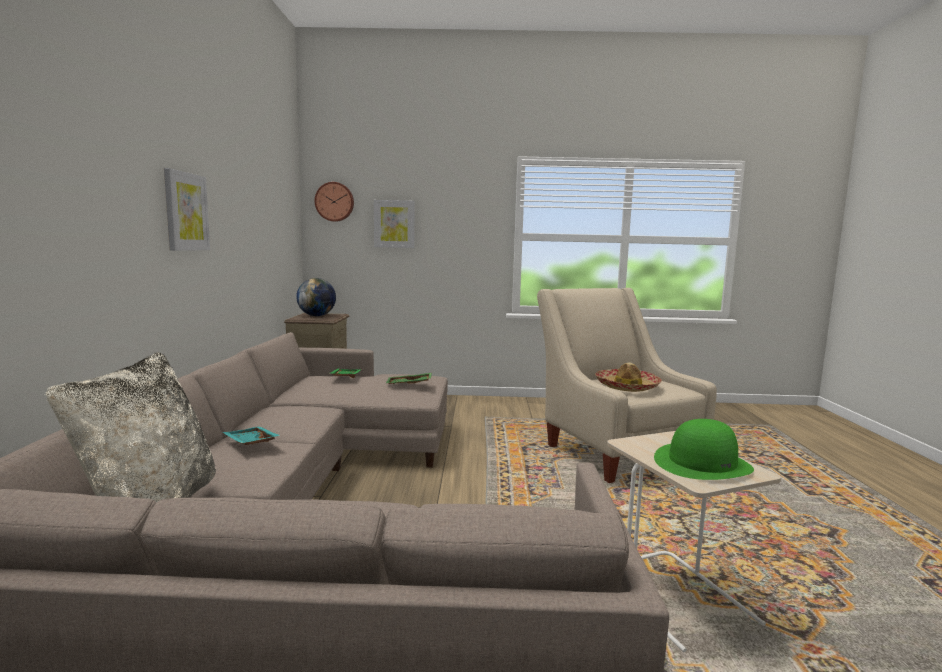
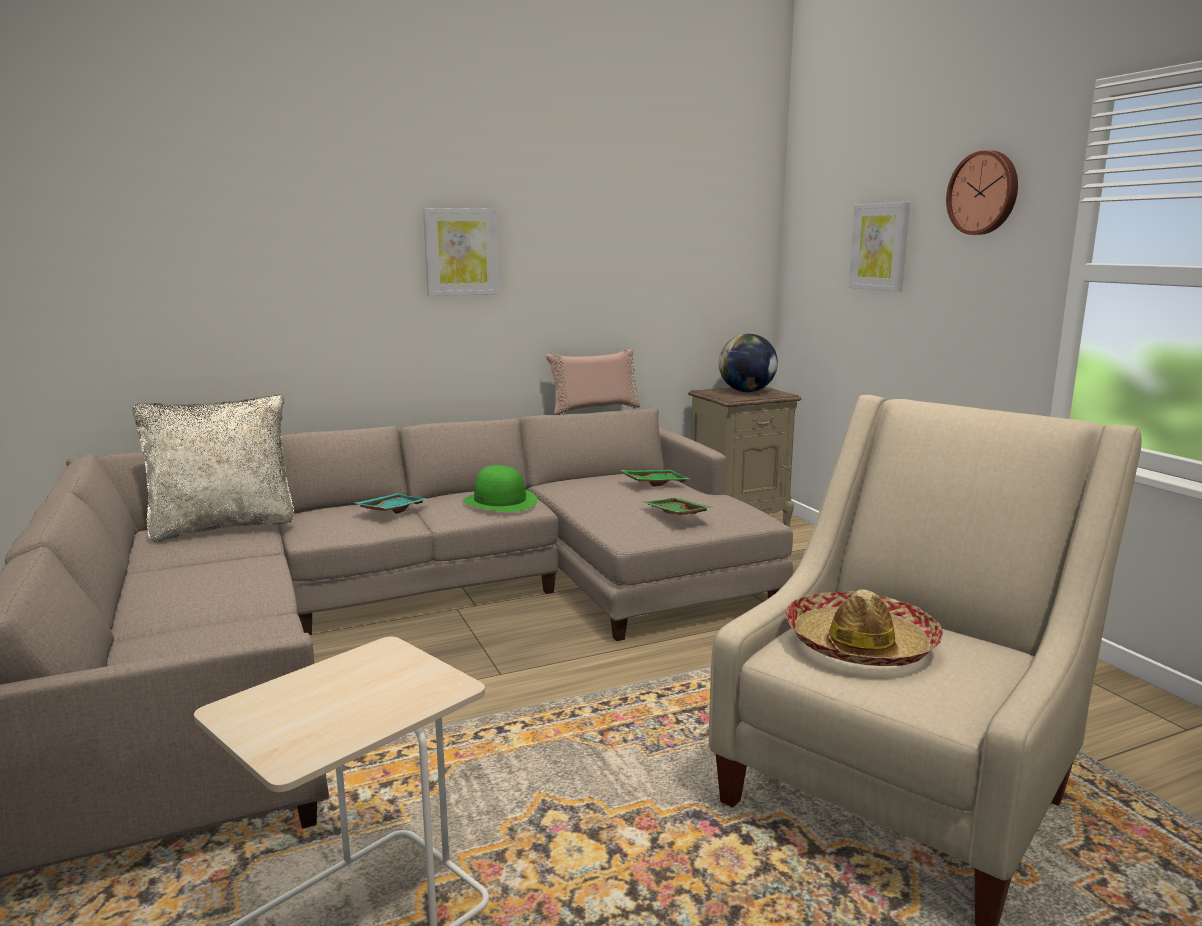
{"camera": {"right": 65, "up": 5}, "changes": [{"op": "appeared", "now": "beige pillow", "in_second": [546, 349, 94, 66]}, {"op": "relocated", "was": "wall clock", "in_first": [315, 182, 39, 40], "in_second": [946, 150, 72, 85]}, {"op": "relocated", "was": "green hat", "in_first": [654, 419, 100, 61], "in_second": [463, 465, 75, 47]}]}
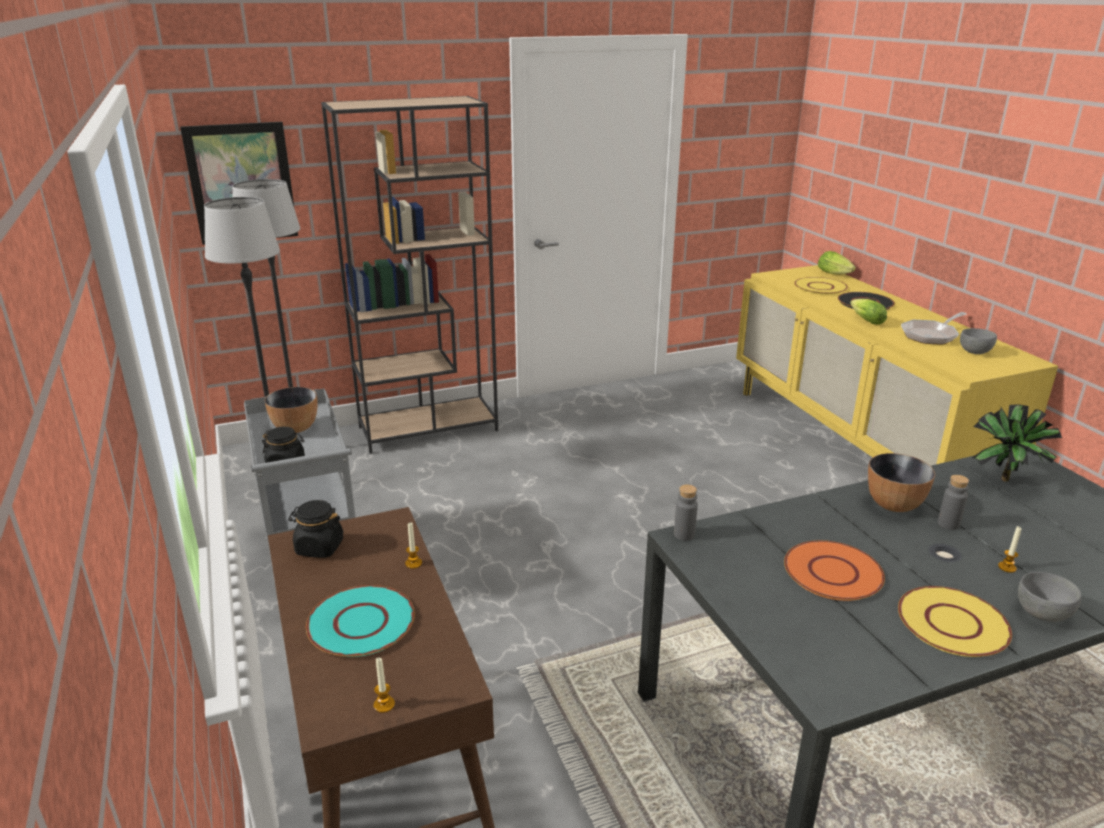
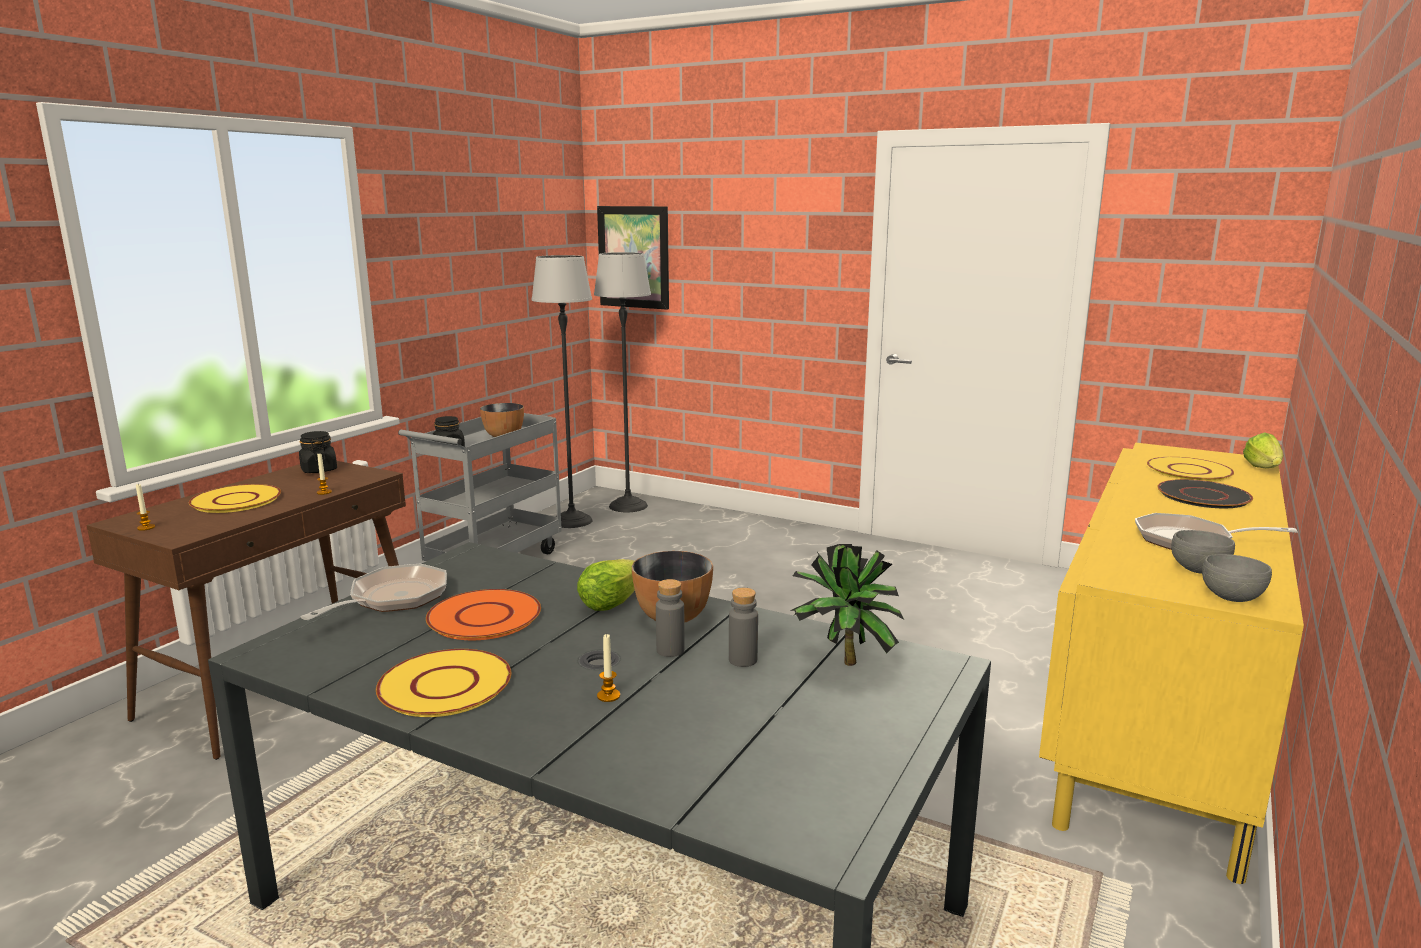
{"camera": {"right": 50, "up": -10}, "changes": [{"op": "missing", "was": "bookcase", "in_first": [321, 96, 177, 358]}, {"op": "appeared", "now": "frying pan", "in_second": [300, 564, 147, 56]}, {"op": "relocated", "was": "grey bottle", "in_first": [674, 484, 24, 57], "in_second": [729, 588, 29, 79]}, {"op": "relocated", "was": "lettuce", "in_first": [850, 299, 37, 25], "in_second": [577, 559, 58, 52]}, {"op": "relocated", "was": "grey bowl", "in_first": [1018, 572, 64, 50], "in_second": [1202, 554, 70, 48]}, {"op": "colour", "was": "turquoise plate", "now": "yellow plate", "in_first": [306, 585, 109, 72], "in_second": [189, 484, 92, 29]}]}
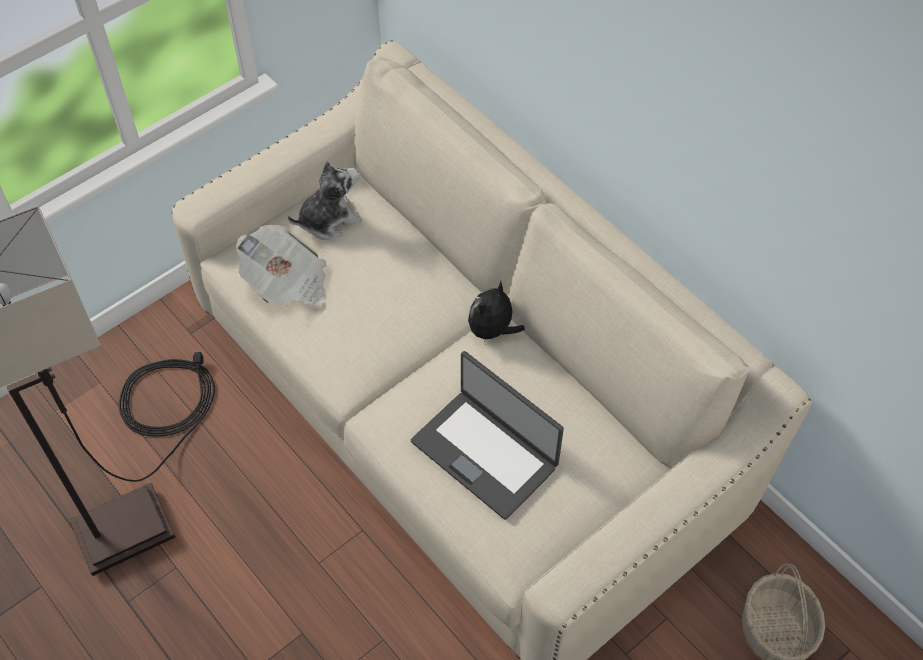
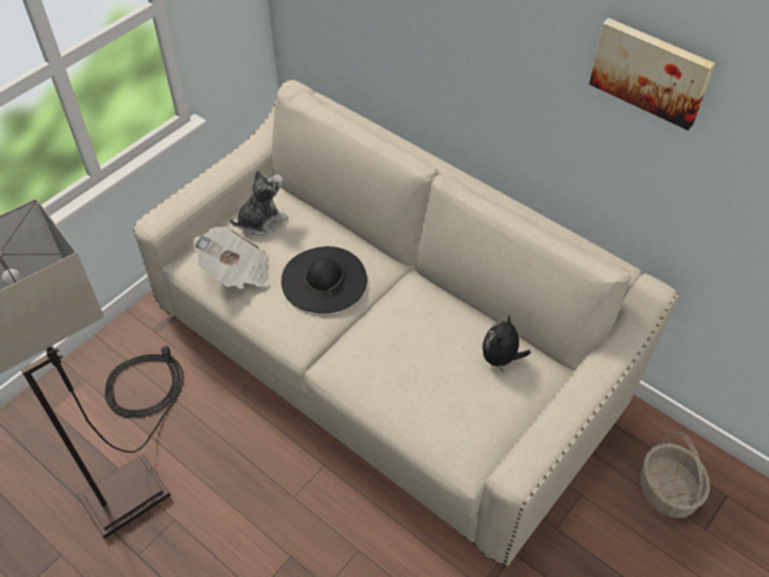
{"camera": {"right": -10, "up": -5}, "changes": [{"op": "missing", "was": "laptop", "in_first": [411, 351, 153, 169]}, {"op": "appeared", "now": "black hat", "in_second": [281, 246, 86, 67]}, {"op": "appeared", "now": "picture", "in_second": [589, 18, 126, 112]}, {"op": "relocated", "was": "plush toy", "in_first": [468, 281, 57, 64], "in_second": [482, 315, 49, 57]}]}
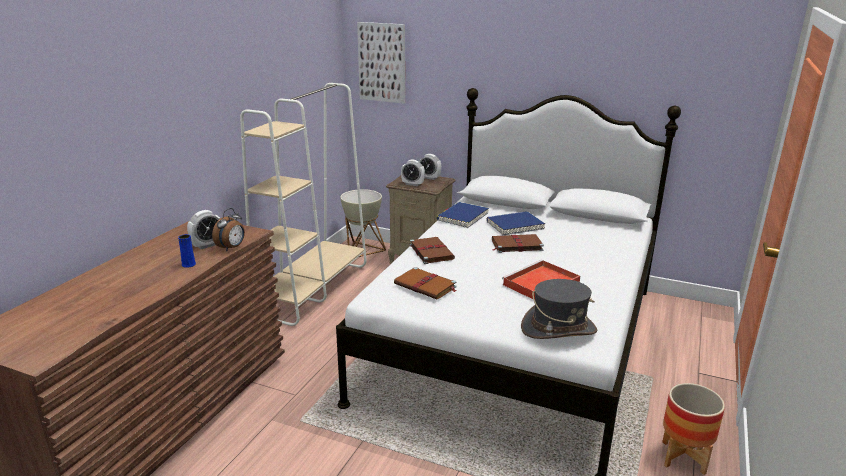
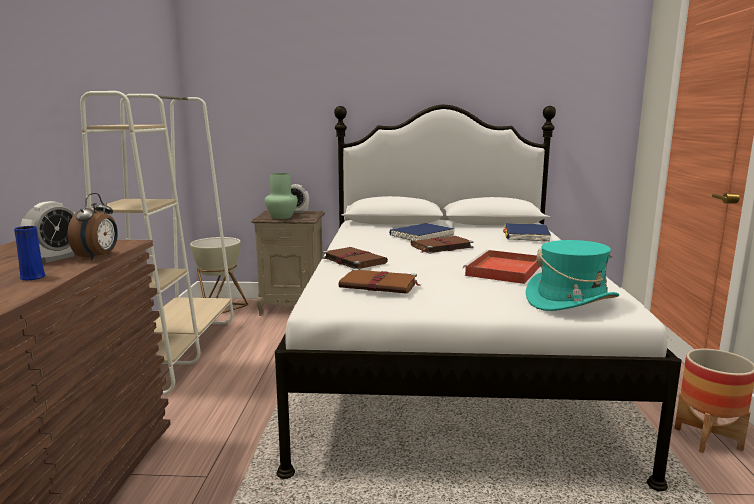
{"camera": {"right": -20, "up": -10}, "changes": [{"op": "missing", "was": "picture", "in_first": [357, 22, 48, 82]}, {"op": "relocated", "was": "blue book", "in_first": [437, 202, 52, 26], "in_second": [503, 223, 48, 19]}, {"op": "exchanged", "was": "alarm clock", "now": "green vase", "in_first": [401, 159, 24, 27], "in_second": [265, 173, 33, 46]}, {"op": "colour", "was": "grey hat", "now": "turquoise hat", "in_first": [521, 279, 76, 60], "in_second": [526, 240, 93, 71]}]}
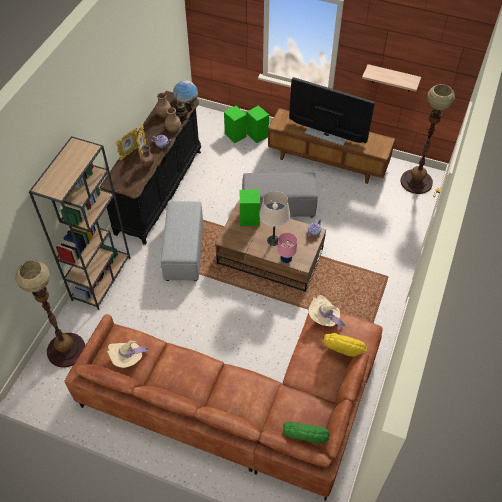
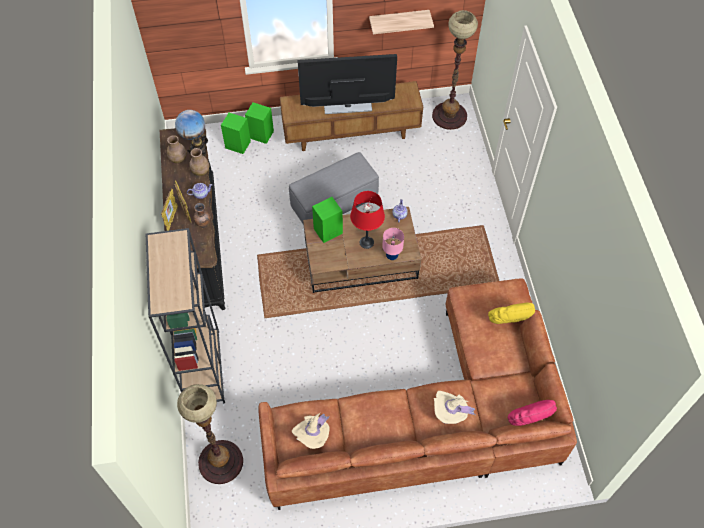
{"camera": {"right": -30, "up": 5}, "changes": [{"op": "missing", "was": "grey ottoman", "in_first": [160, 201, 43, 80]}, {"op": "relocated", "was": "beige hat", "in_first": [308, 295, 37, 34], "in_second": [434, 391, 42, 33]}, {"op": "colour", "was": "beige table lamp", "now": "red table lamp", "in_first": [259, 191, 31, 55], "in_second": [350, 191, 35, 58]}, {"op": "colour", "was": "green pillow", "now": "pink pillow", "in_first": [283, 422, 47, 22], "in_second": [508, 400, 49, 26]}]}
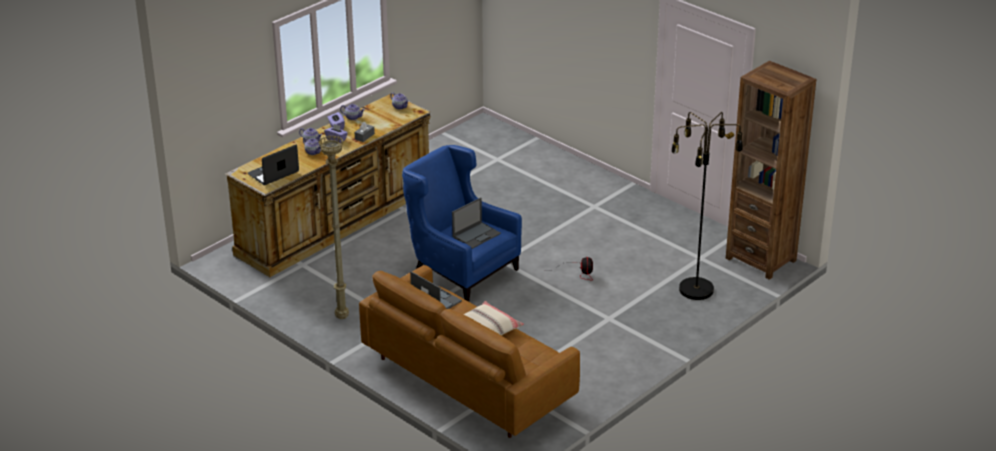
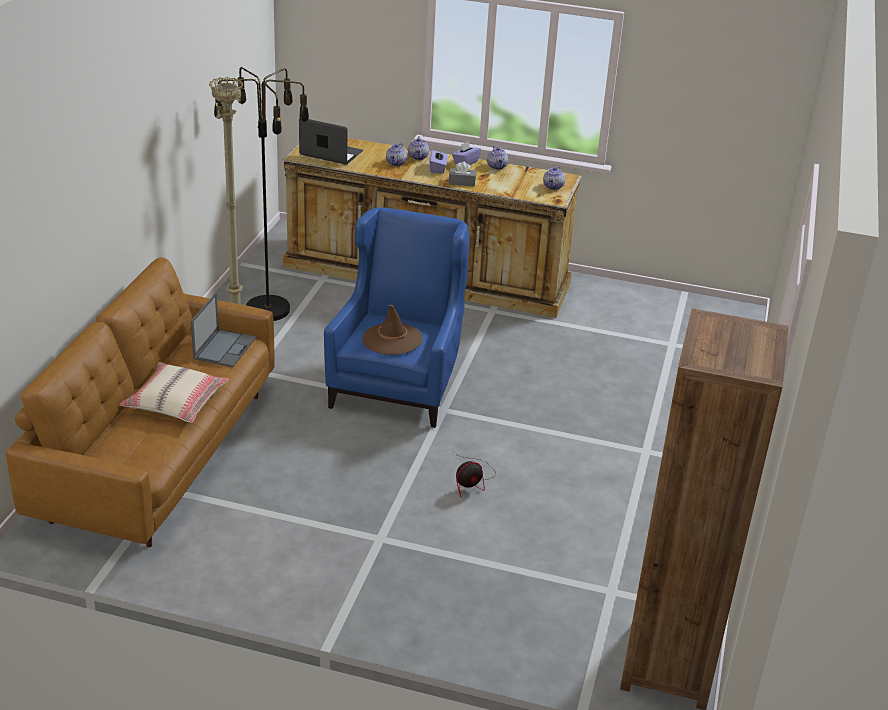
{"camera": {"right": 60, "up": 0}, "changes": [{"op": "relocated", "was": "floor lamp", "in_first": [672, 112, 71, 188], "in_second": [214, 67, 95, 254]}, {"op": "exchanged", "was": "laptop", "now": "brown hat", "in_first": [452, 197, 49, 52], "in_second": [362, 305, 61, 50]}]}
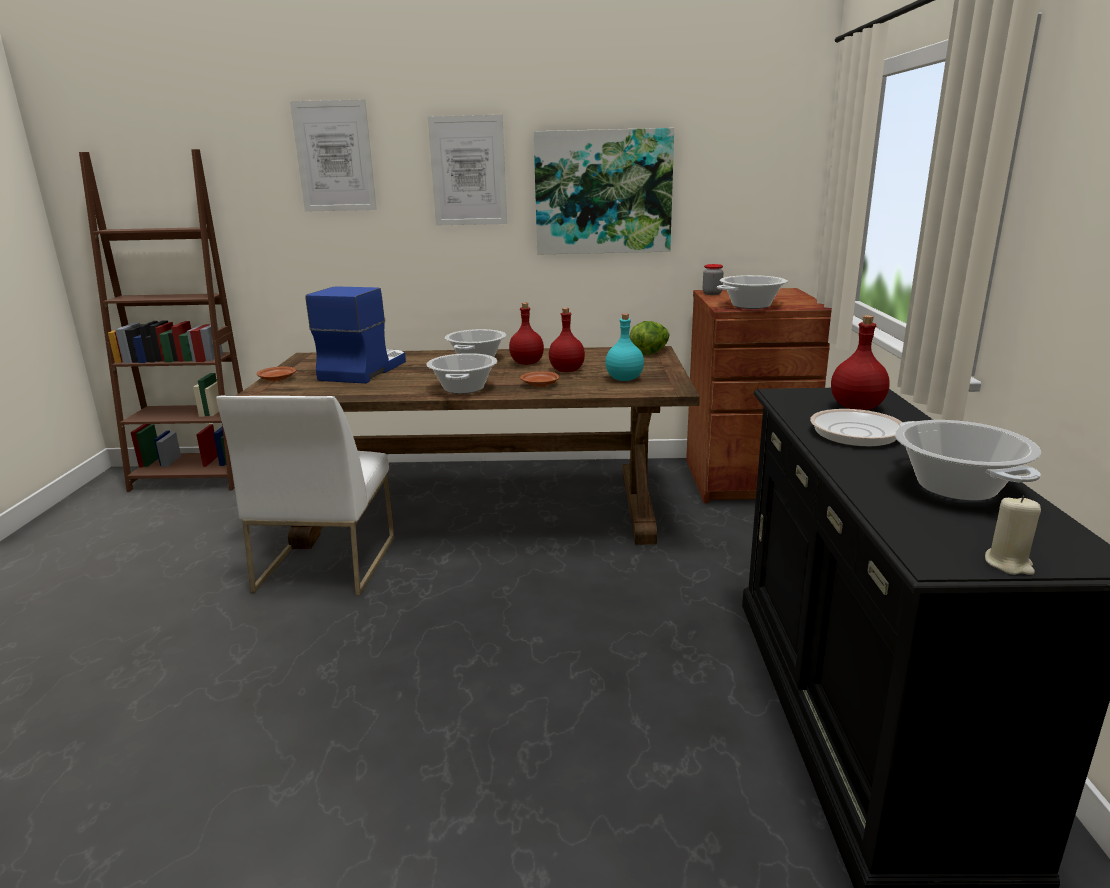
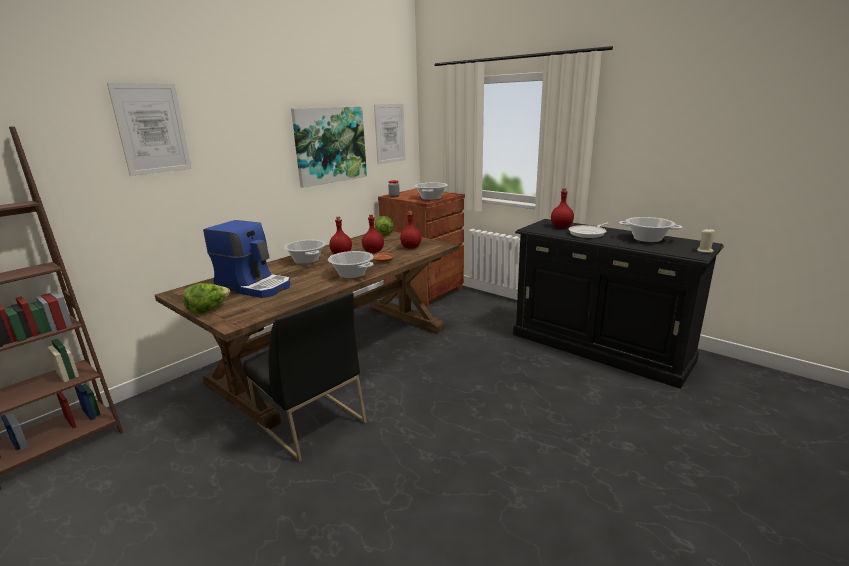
{"camera": {"right": -50, "up": 0}, "changes": [{"op": "relocated", "was": "picture", "in_first": [428, 115, 79, 110], "in_second": [374, 104, 32, 60]}, {"op": "exchanged", "was": "brown plate", "now": "lettuce", "in_first": [257, 367, 39, 15], "in_second": [183, 283, 47, 31]}, {"op": "colour", "was": "white chair", "now": "black chair", "in_first": [216, 395, 179, 201], "in_second": [243, 292, 124, 170]}, {"op": "colour", "was": "turquoise bottle", "now": "red bottle", "in_first": [605, 313, 39, 68], "in_second": [400, 211, 22, 38]}, {"op": "spun", "was": "coffee machine", "in_first": [305, 286, 101, 98], "in_second": [203, 220, 87, 78], "clockwise": 150}]}
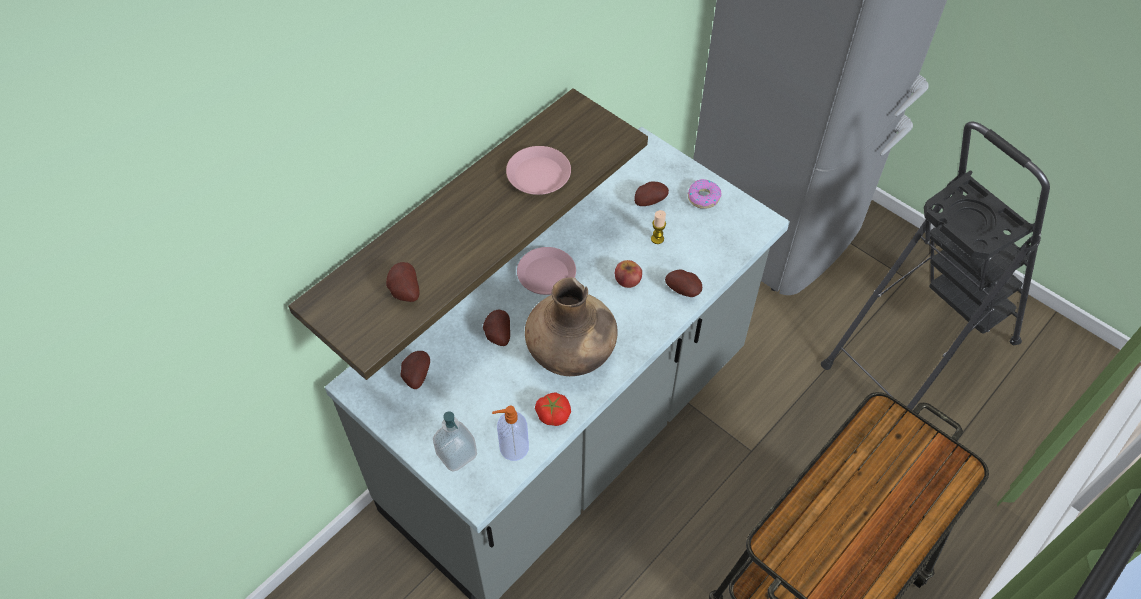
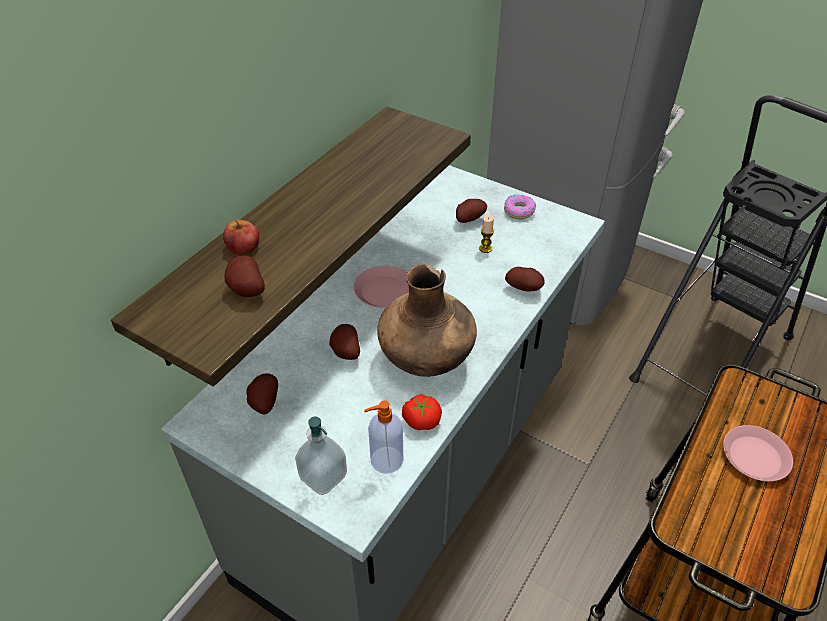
{"camera": {"right": -10, "up": -10}, "changes": [{"op": "relocated", "was": "pink plate", "in_first": [506, 146, 65, 49], "in_second": [723, 425, 70, 57]}, {"op": "relocated", "was": "apple", "in_first": [615, 260, 27, 28], "in_second": [223, 220, 36, 35]}]}
